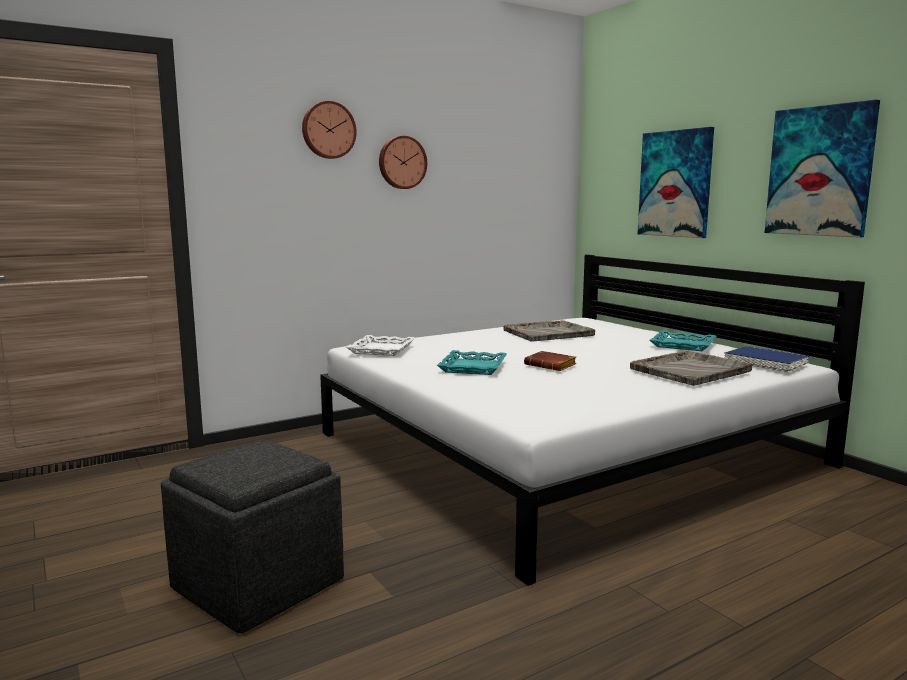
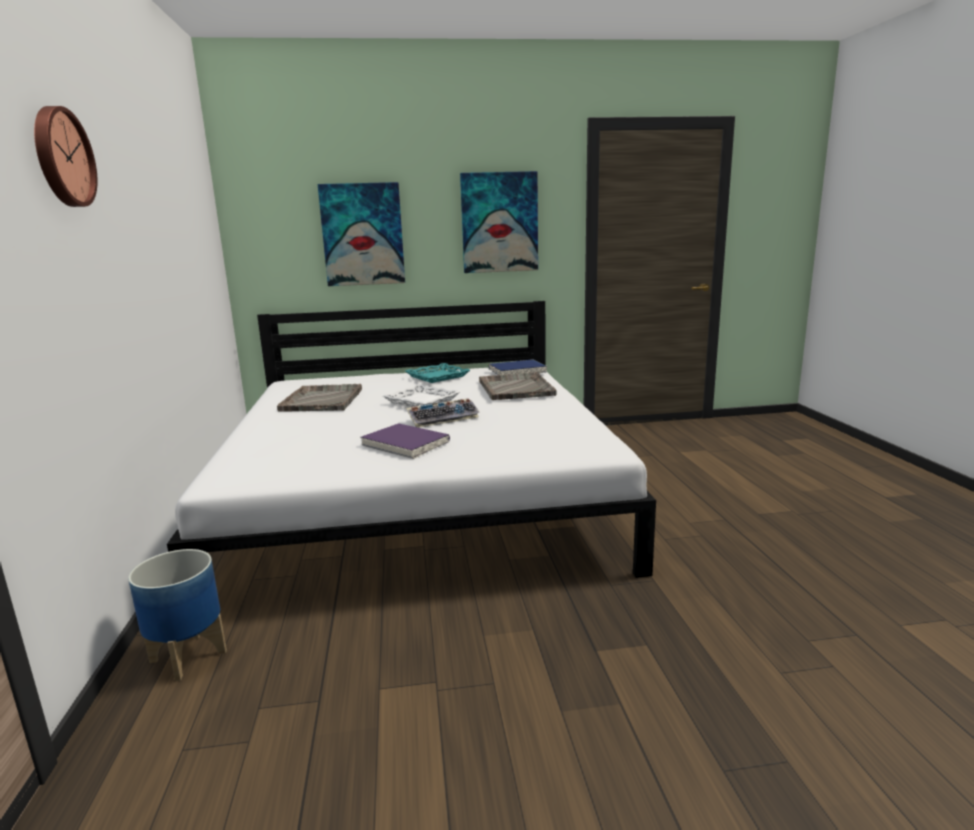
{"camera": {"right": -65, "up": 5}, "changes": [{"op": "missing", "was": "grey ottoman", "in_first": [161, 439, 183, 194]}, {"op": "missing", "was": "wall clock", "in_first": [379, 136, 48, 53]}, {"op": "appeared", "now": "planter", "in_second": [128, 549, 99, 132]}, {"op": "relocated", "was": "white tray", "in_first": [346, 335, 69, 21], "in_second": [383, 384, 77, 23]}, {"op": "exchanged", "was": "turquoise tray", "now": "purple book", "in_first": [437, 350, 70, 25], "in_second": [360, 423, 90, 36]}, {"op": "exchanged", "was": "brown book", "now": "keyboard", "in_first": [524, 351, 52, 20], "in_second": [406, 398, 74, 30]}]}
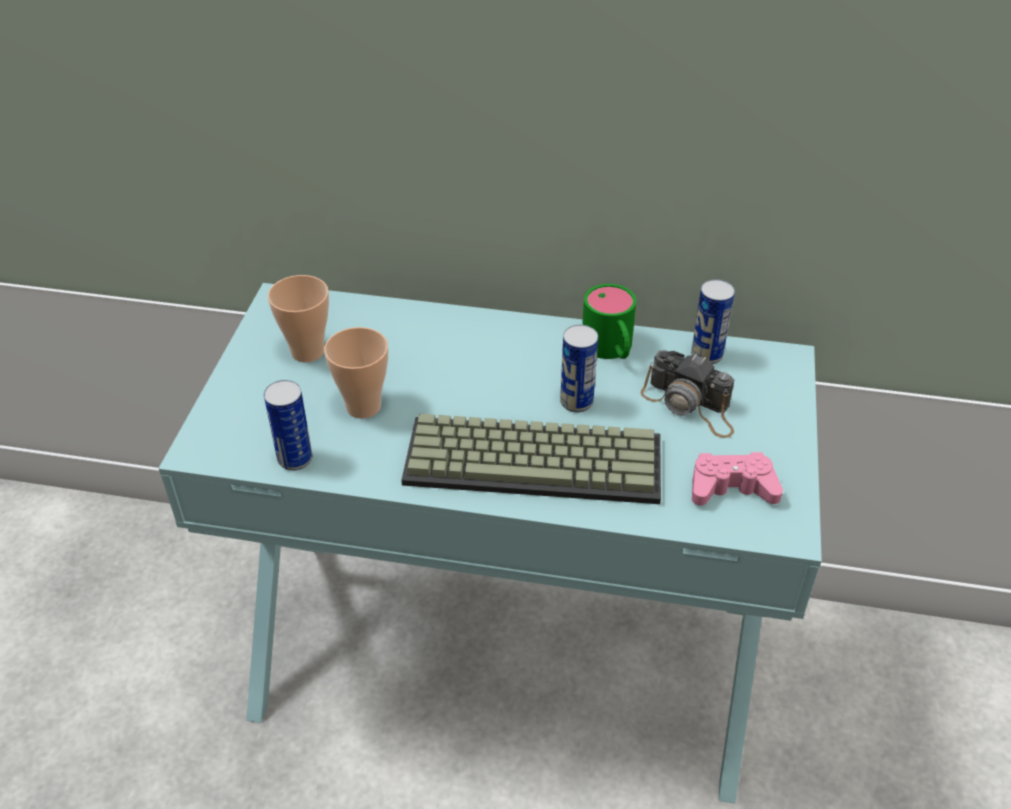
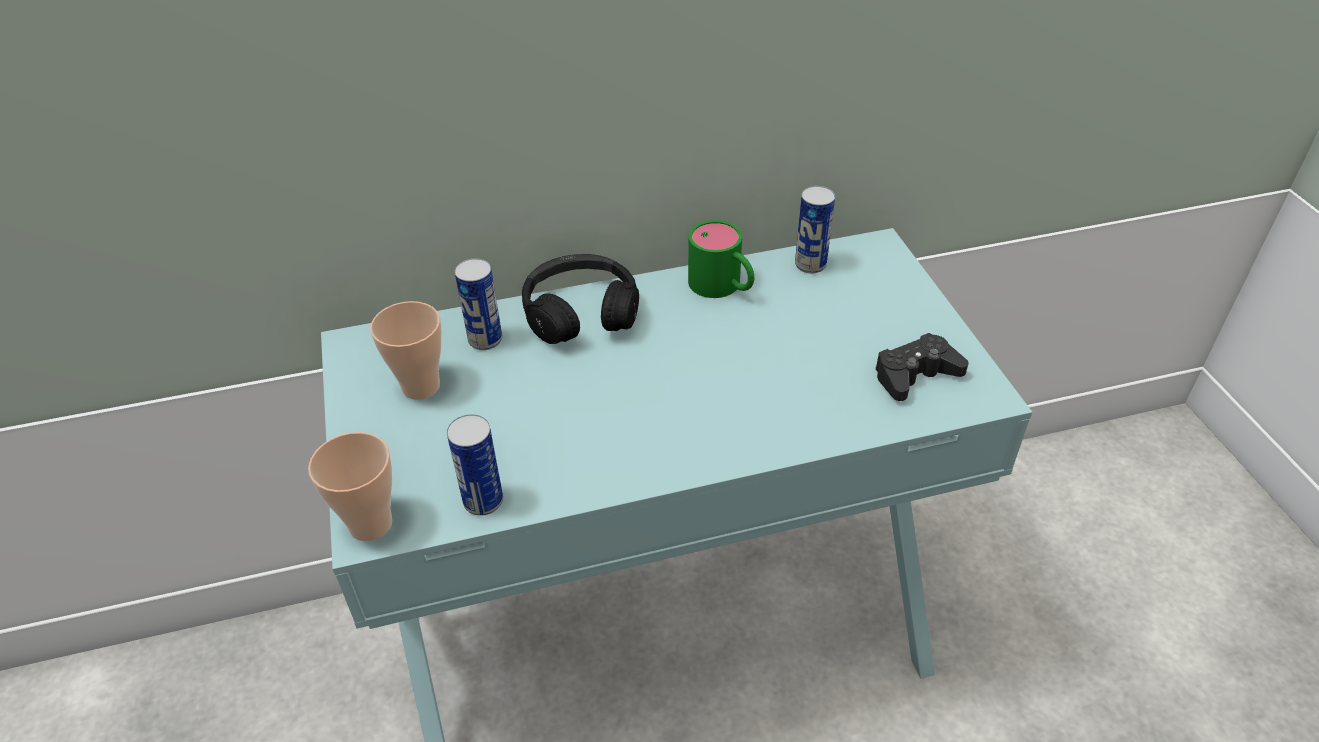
{"camera": {"right": -25, "up": 0}, "changes": [{"op": "missing", "was": "keyboard", "in_first": [401, 414, 260, 90]}, {"op": "missing", "was": "photo camera", "in_first": [641, 350, 93, 88]}, {"op": "appeared", "now": "black headphones", "in_second": [522, 254, 117, 90]}, {"op": "relocated", "was": "cup", "in_first": [324, 327, 64, 92], "in_second": [308, 432, 84, 109]}, {"op": "relocated", "was": "can", "in_first": [560, 325, 38, 87], "in_second": [455, 258, 47, 92]}, {"op": "colour", "was": "pink game controller", "now": "black game controller", "in_first": [692, 452, 91, 54], "in_second": [875, 333, 94, 68]}]}
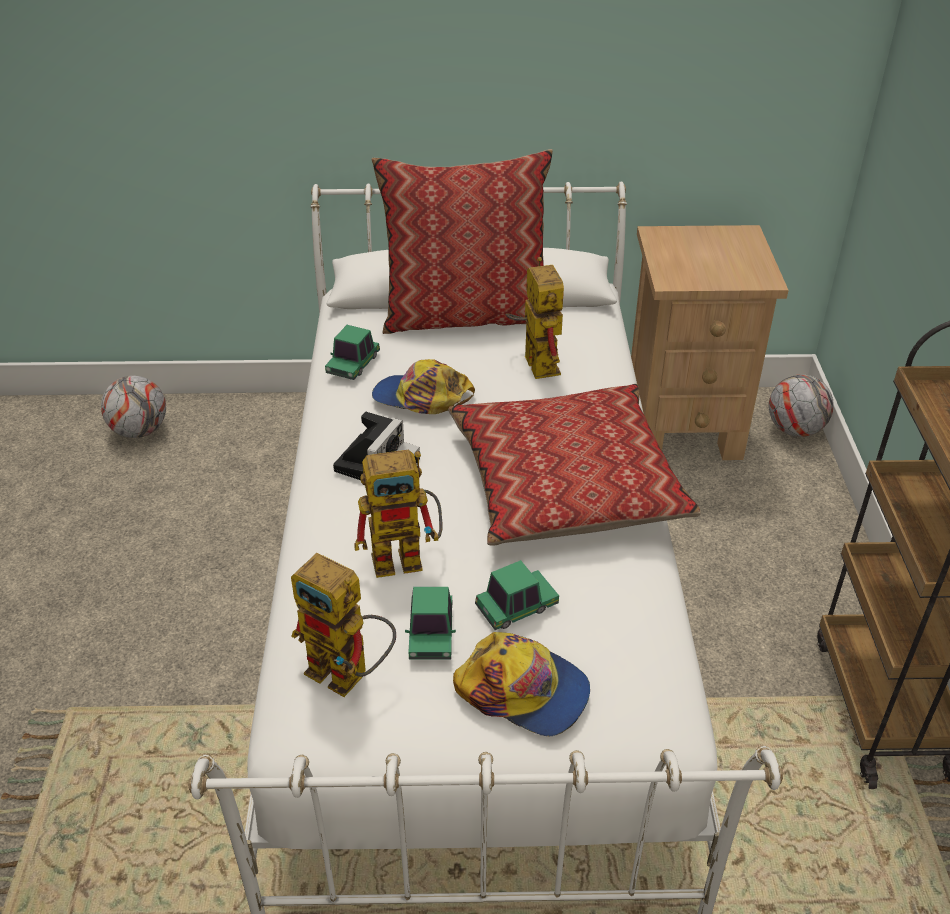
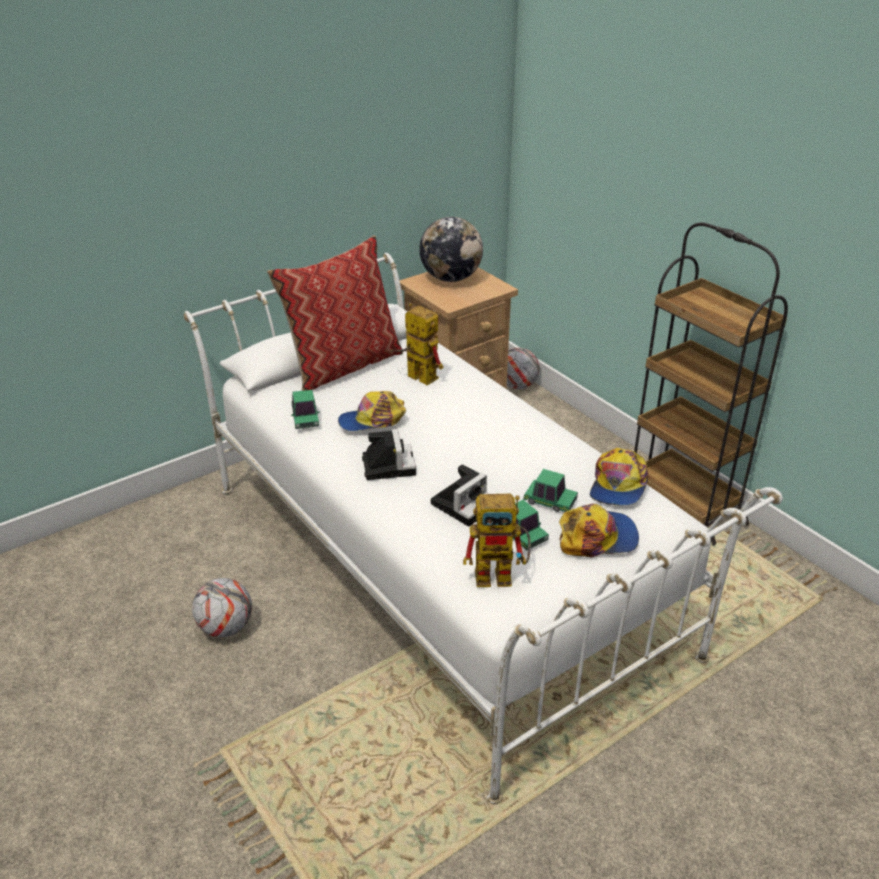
{"camera": {"right": -35, "up": -5}, "changes": [{"op": "missing", "was": "pillow", "in_first": [448, 384, 253, 162]}, {"op": "appeared", "now": "globe", "in_second": [419, 217, 64, 65]}, {"op": "appeared", "now": "cap", "in_second": [590, 448, 59, 57]}, {"op": "relocated", "was": "football", "in_first": [101, 376, 65, 62], "in_second": [192, 578, 60, 59]}, {"op": "exchanged", "was": "toy robot", "now": "photo camera", "in_first": [354, 450, 89, 128], "in_second": [431, 464, 58, 63]}, {"op": "spun", "was": "toy car", "in_first": [475, 560, 84, 70], "in_second": [523, 469, 55, 43], "clockwise": 90}]}
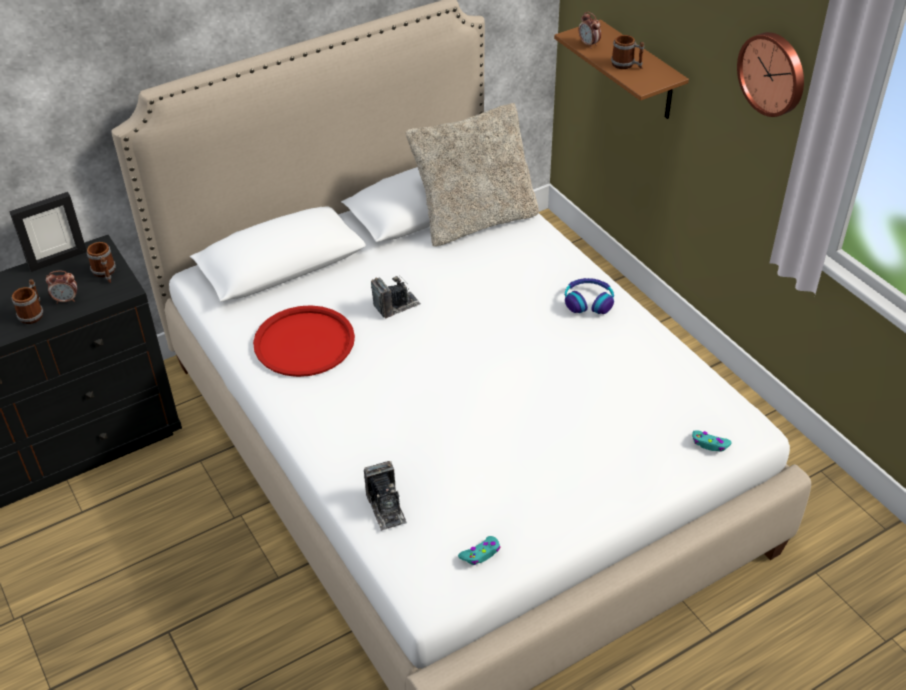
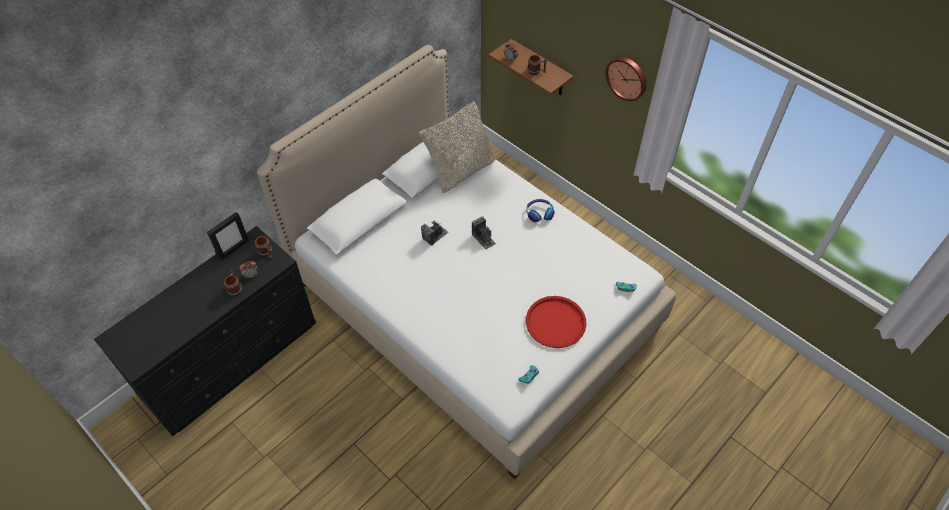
{"camera": {"right": -15, "up": 10}, "changes": [{"op": "relocated", "was": "red tray", "in_first": [253, 305, 102, 72], "in_second": [526, 296, 61, 52]}, {"op": "relocated", "was": "photo camera", "in_first": [364, 461, 43, 70], "in_second": [472, 217, 24, 33]}]}
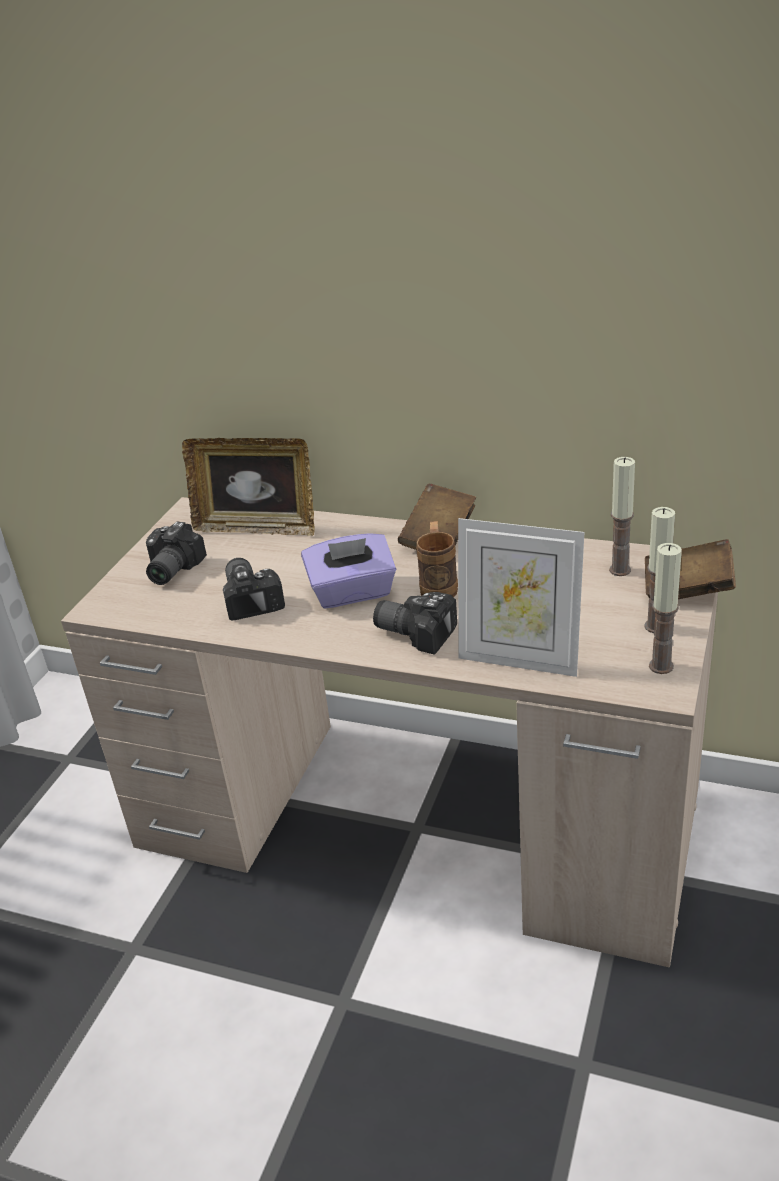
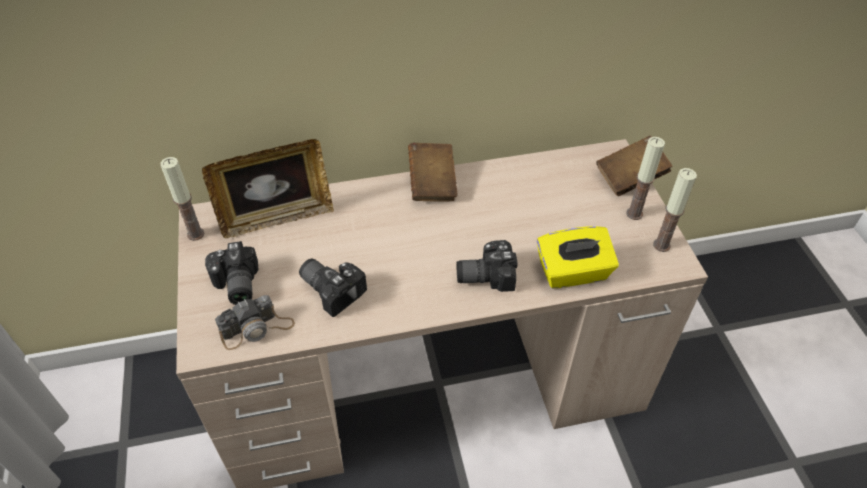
{"camera": {"right": -35, "up": 15}, "changes": [{"op": "missing", "was": "purple tissue box", "in_first": [301, 533, 95, 75]}, {"op": "missing", "was": "brown mug", "in_first": [416, 521, 42, 76]}, {"op": "appeared", "now": "photo camera", "in_second": [215, 295, 80, 55]}, {"op": "relocated", "was": "candle", "in_first": [609, 457, 26, 119], "in_second": [160, 157, 44, 84]}, {"op": "exchanged", "was": "picture frame", "now": "yellow tissue box", "in_first": [458, 518, 126, 159], "in_second": [537, 226, 82, 63]}]}
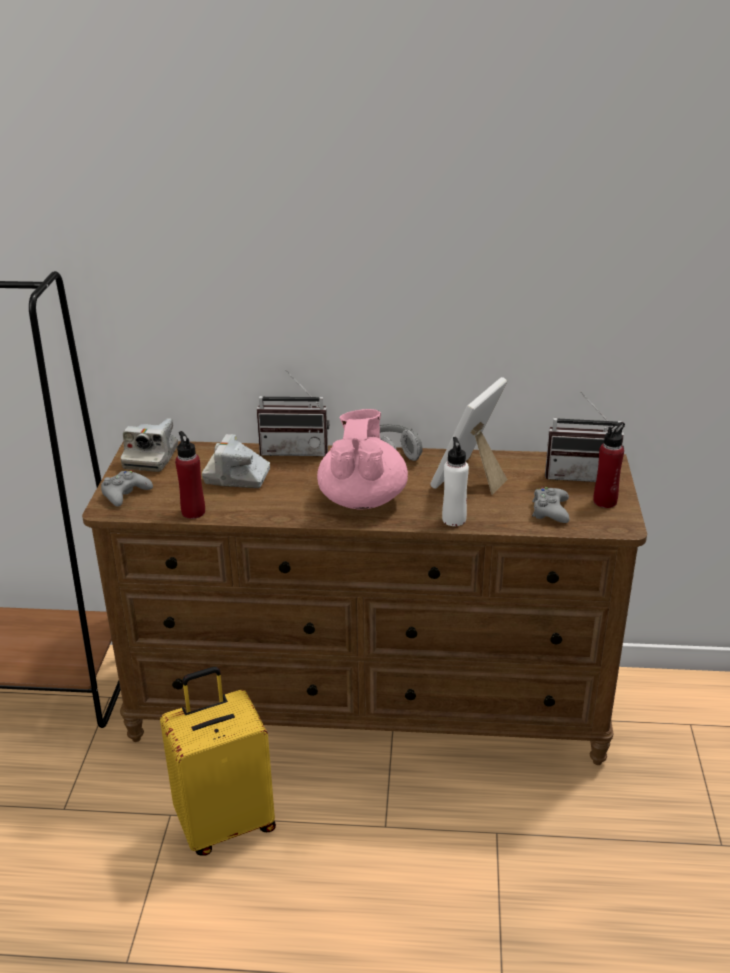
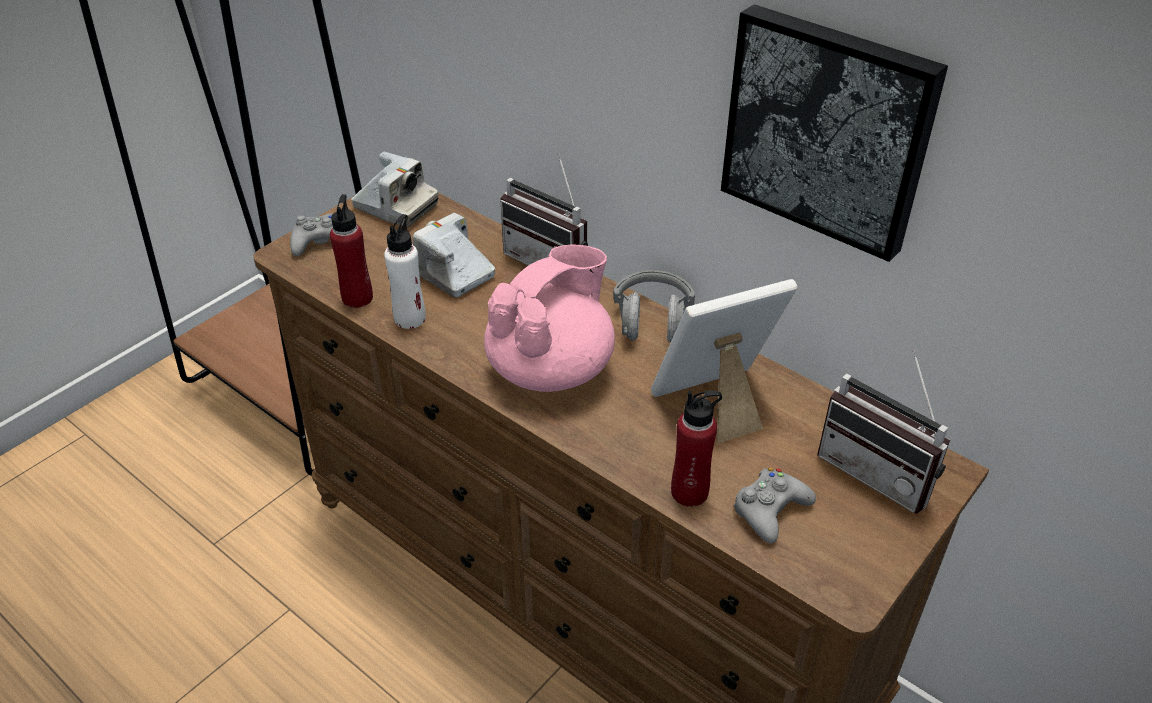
{"camera": {"right": 35, "up": 10}, "changes": [{"op": "missing", "was": "yellow suitcase", "in_first": [160, 667, 116, 189]}, {"op": "appeared", "now": "picture", "in_second": [721, 4, 227, 258]}, {"op": "relocated", "was": "white bottle", "in_first": [442, 437, 27, 89], "in_second": [384, 214, 42, 115]}, {"op": "relocated", "was": "red bottle", "in_first": [593, 422, 32, 86], "in_second": [671, 391, 51, 116]}, {"op": "spun", "was": "photo camera", "in_first": [121, 418, 57, 54], "in_second": [351, 151, 87, 76], "clockwise": -105}]}
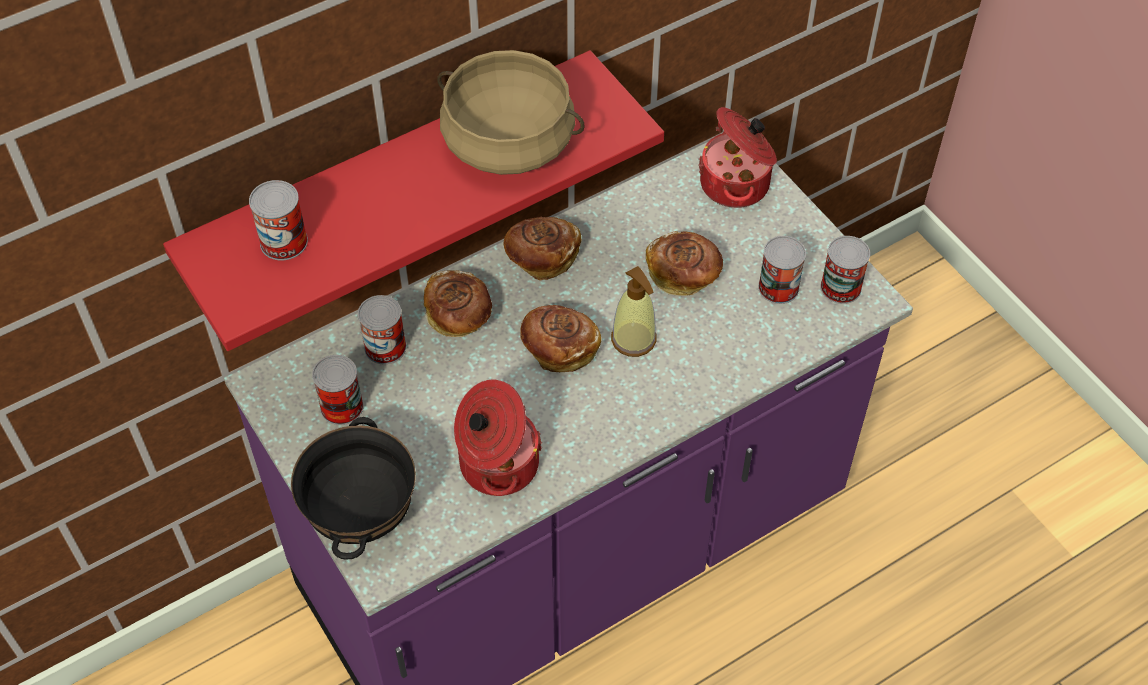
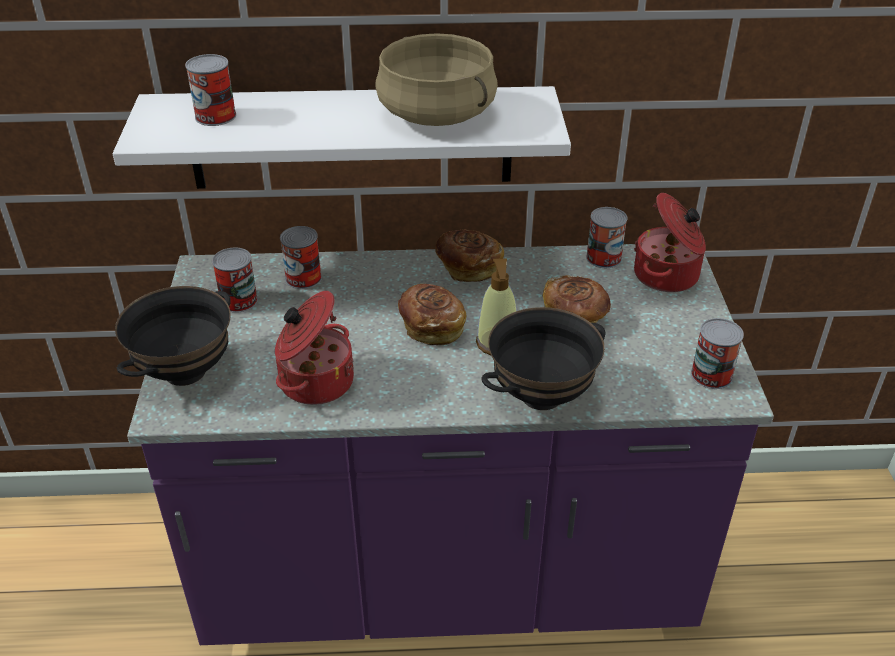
{"camera": {"right": 30, "up": -15}, "changes": [{"op": "missing", "was": "bread", "in_first": [424, 270, 68, 67]}, {"op": "appeared", "now": "black bowl", "in_second": [482, 307, 124, 103]}, {"op": "relocated", "was": "can", "in_first": [758, 236, 48, 68], "in_second": [586, 207, 41, 61]}, {"op": "colour", "was": "red shelf", "now": "white shelf", "in_first": [163, 50, 501, 301], "in_second": [113, 86, 458, 103]}]}
